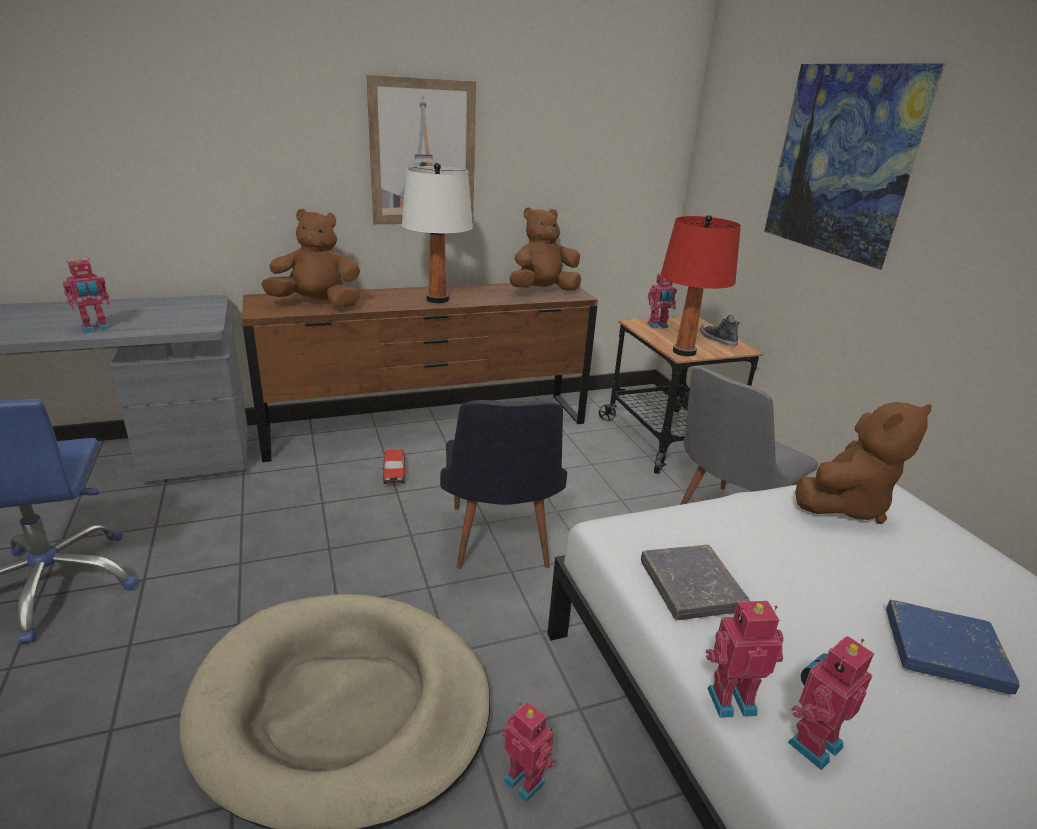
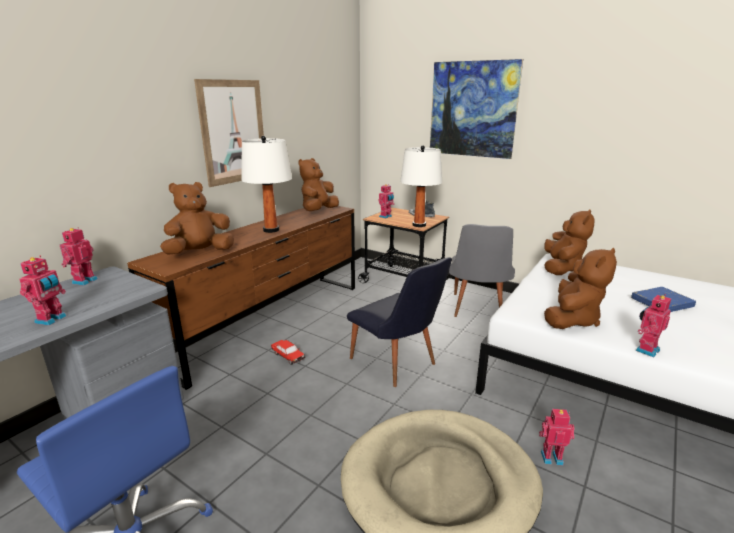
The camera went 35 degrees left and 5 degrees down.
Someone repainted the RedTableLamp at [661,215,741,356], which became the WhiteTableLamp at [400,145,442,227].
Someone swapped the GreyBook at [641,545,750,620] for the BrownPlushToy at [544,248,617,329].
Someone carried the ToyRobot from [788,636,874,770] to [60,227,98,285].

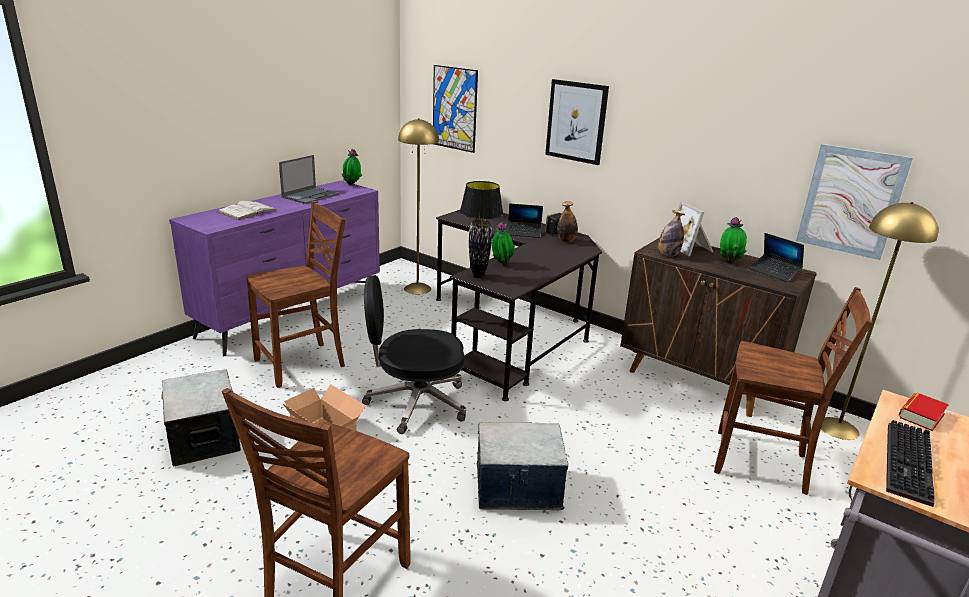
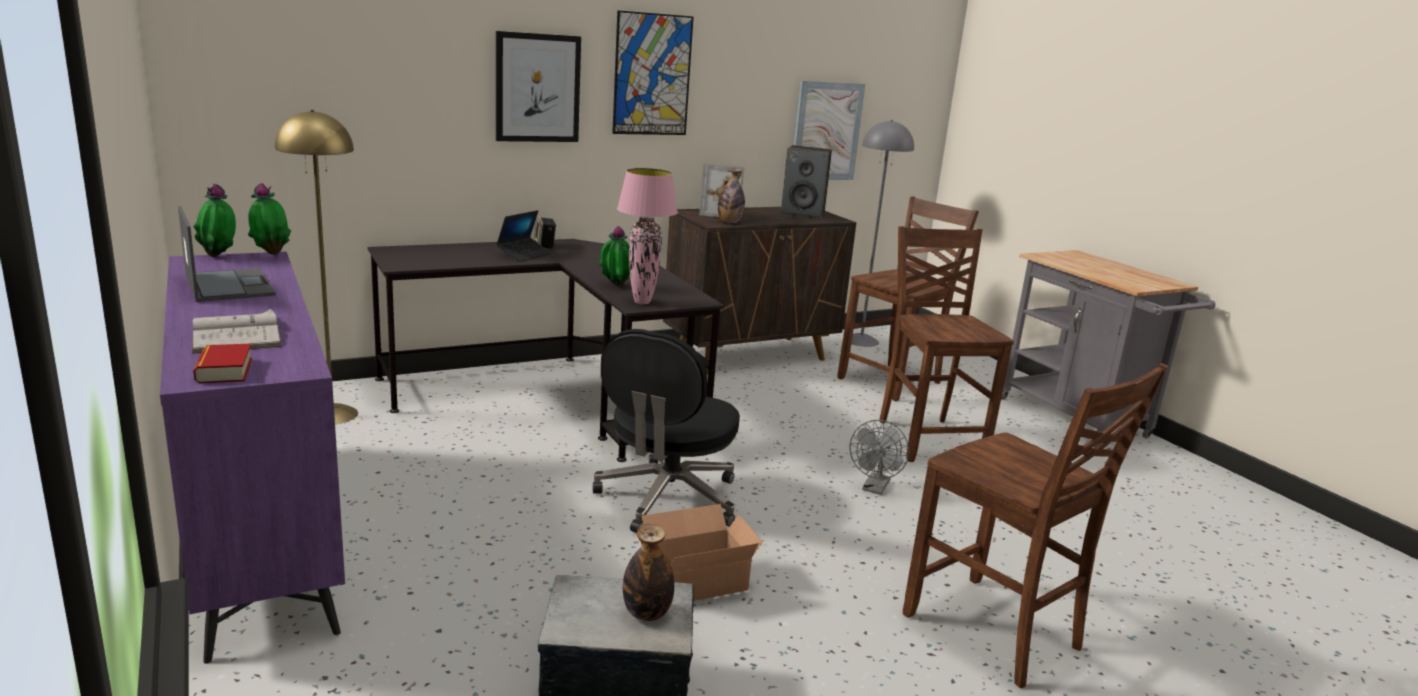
The camera went 65 degrees left and 5 degrees down.
Someone carried the Picture from [433,65,478,153] to [612,10,693,135].
Someone repainted the BlackTableLamp at [460,181,503,278], which became the PinkTableLamp at [617,168,678,304].
Someone carried the BrownChair from [246,201,345,388] to [879,226,1014,462].
Someone carried the Bottle from [557,201,578,242] to [623,523,674,621].
Someone repainted the YellowFloorLamp at [821,202,938,440], which became the GreyFloorLamp at [851,120,914,347].
Someone carried the PottedPlant from [720,217,747,263] to [248,183,291,255].
Someone swapped the Laptop at [749,233,804,282] for the Speaker at [781,145,832,218].
Someone carried the Book from [899,393,949,431] to [193,344,252,383].
Someone took away the Keyboard at [886,420,935,507].
Someone swapped the StorageBox at [477,422,568,510] for the GreyFan at [850,420,909,495].

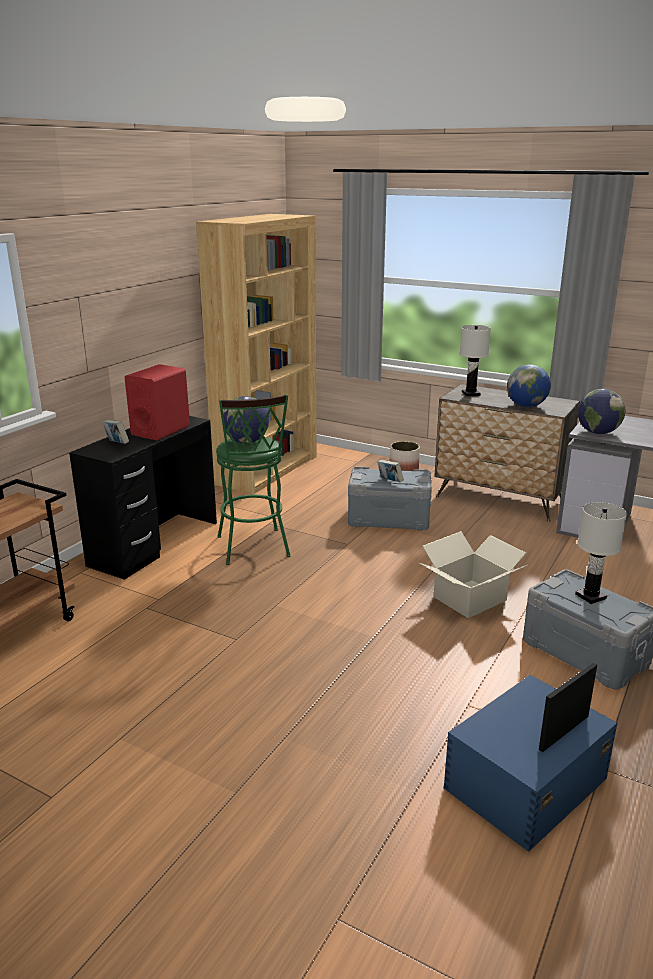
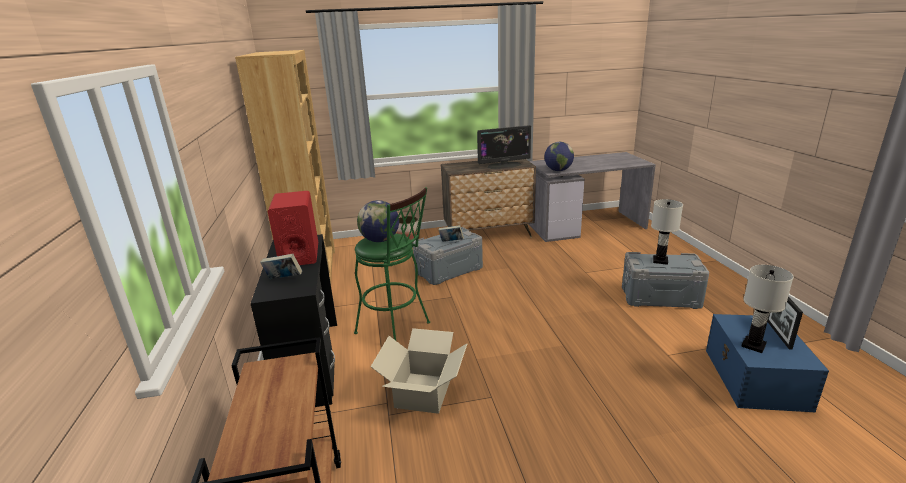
The camera went 40 degrees left and 0 degrees up.
Someone carried the WhiteTableLamp from [460,325,491,396] to [741,265,794,353].
Someone swapped the Globe at [507,364,551,407] for the Monitor at [477,125,531,169].
Someone carried the CardboardBox from [420,531,527,618] to [371,328,467,414].

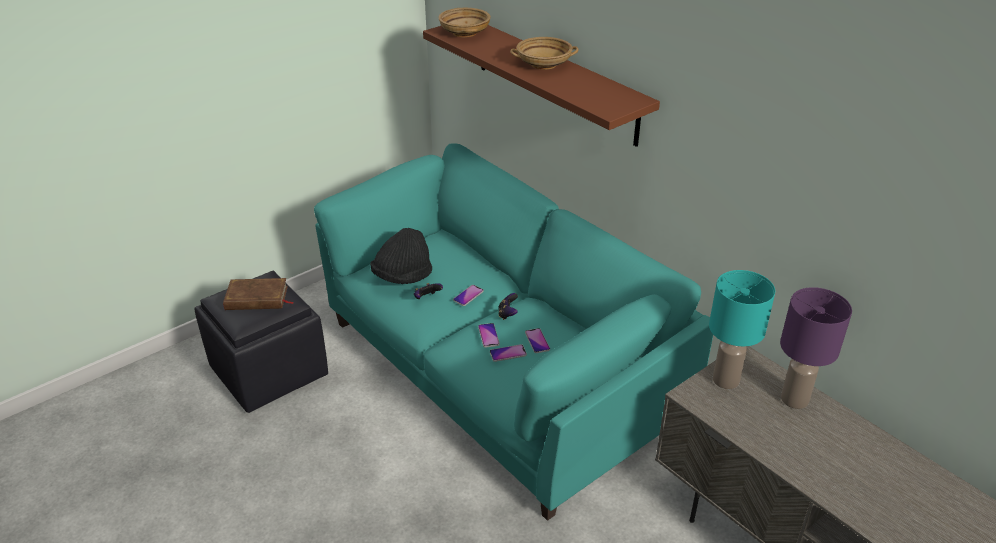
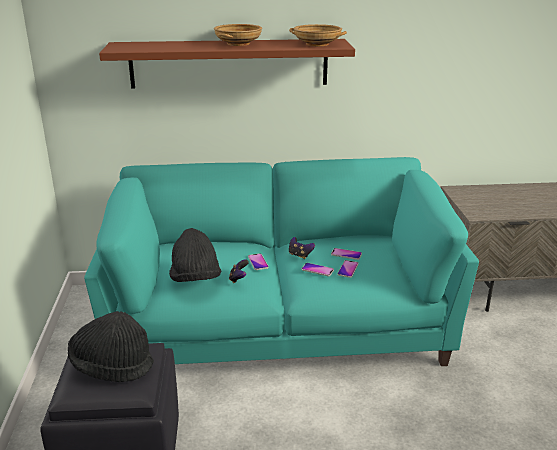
The camera went 55 degrees left and 10 degrees down.
Someone carried the BeigeBowl from [438,8,491,37] to [289,24,347,46].
Someone took away the TurquoiseTableLamp at [709,270,775,389].
Someone swapped the BrownBook at [223,278,294,310] for the BlackHat at [68,311,154,382].
Someone took away the PurpleTableLamp at [780,287,852,409].

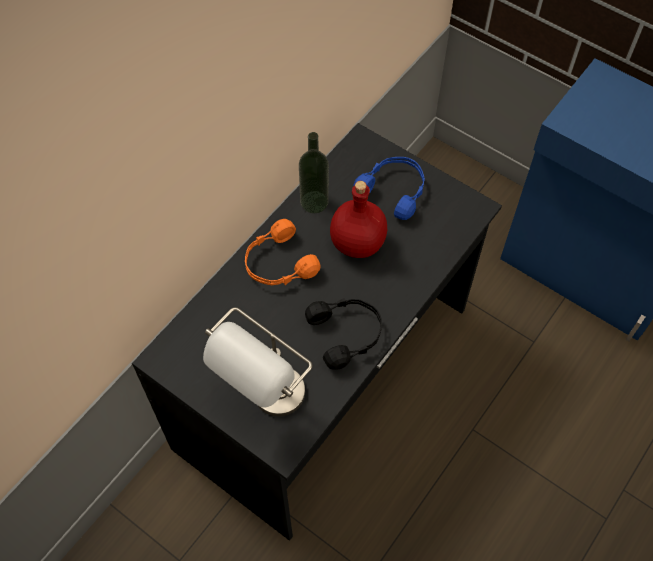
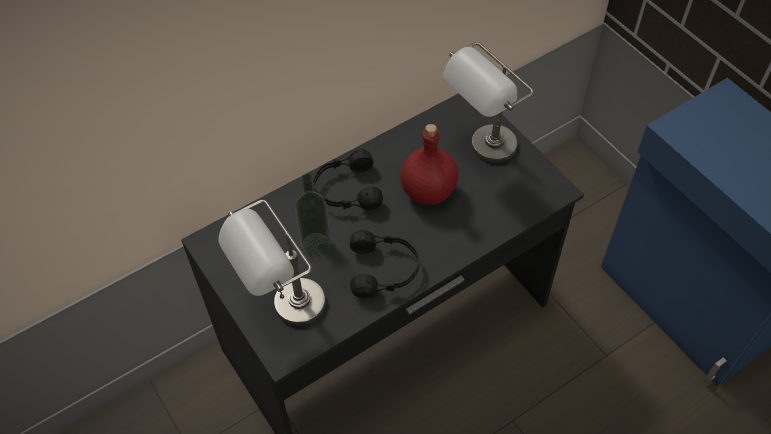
The camera went 20 degrees right and 5 degrees down.
Someone carried the Bottle from [299,132,329,213] to [295,174,331,257].
Someone swapped the BlueHeadphones at [354,157,425,220] for the GreyTableLamp at [443,42,534,163].
Someone repainted the OrangeHeadphones at [245,219,321,285], which became the BlackHeadphones at [313,149,383,210].

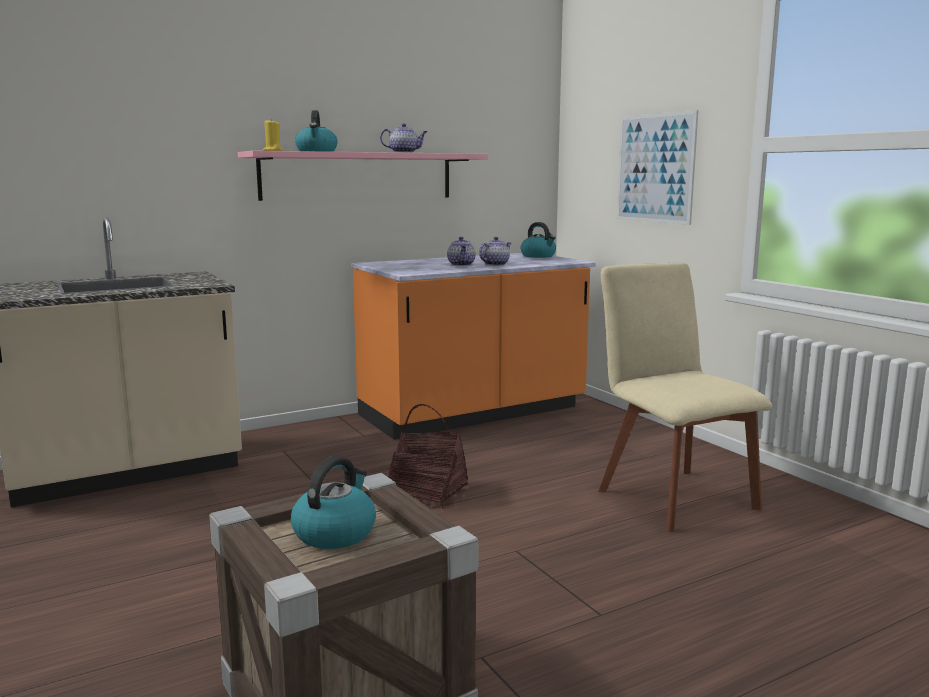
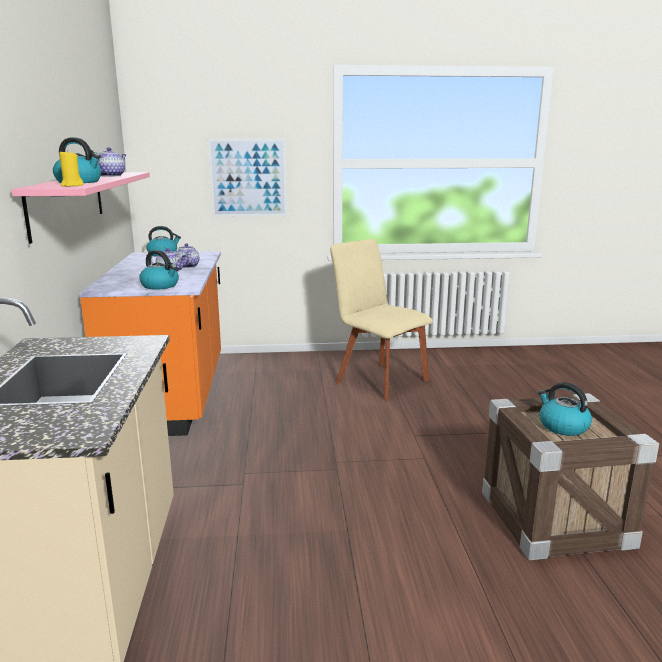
The camera went 65 degrees left and 5 degrees up.
Someone rotated the BeigeChair at [598,263,772,532] by 45 degrees clockwise.
Someone took away the Basket at [388,404,468,508].
Someone put down the Kettle at [139,250,179,290].

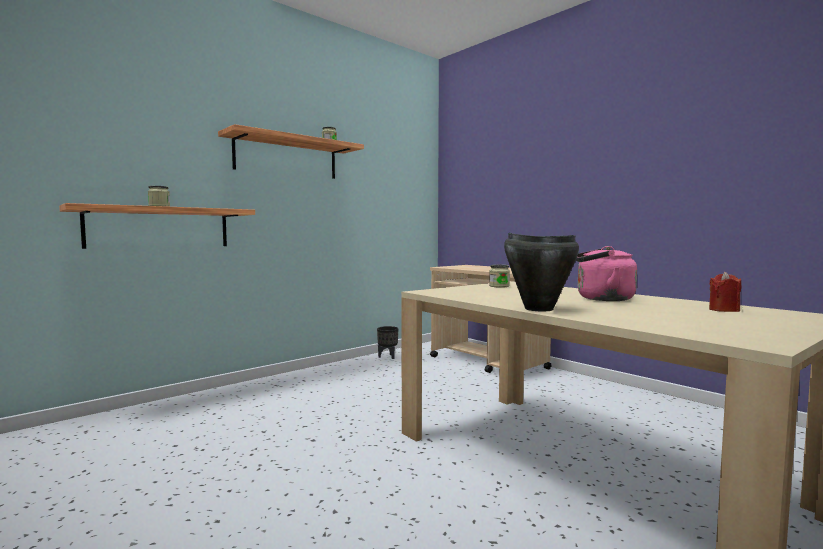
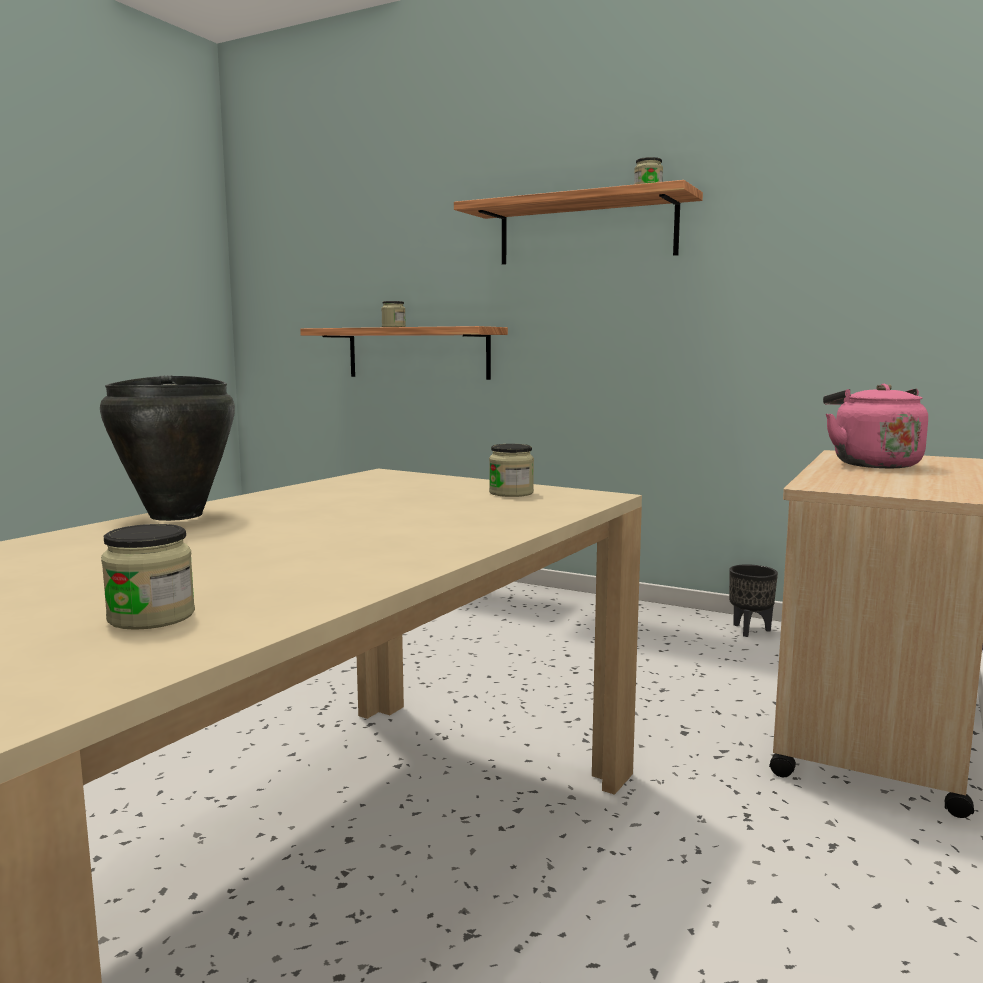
The camera went 70 degrees right and 5 degrees up.
Someone carried the PinkKettle from [576,246,637,301] to [823,384,928,468].
Someone swapped the RedCandle at [709,272,742,312] for the Jar at [101,524,195,630].

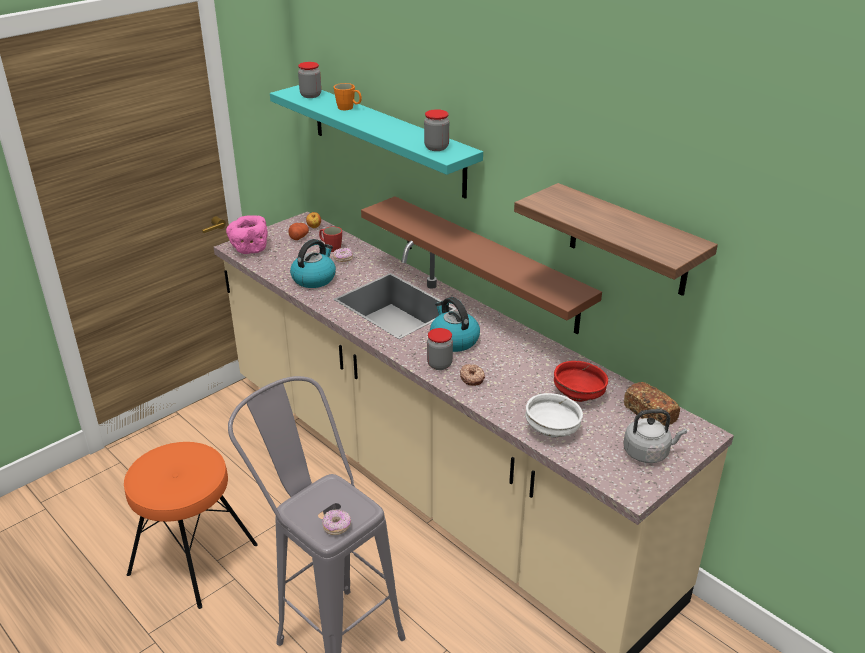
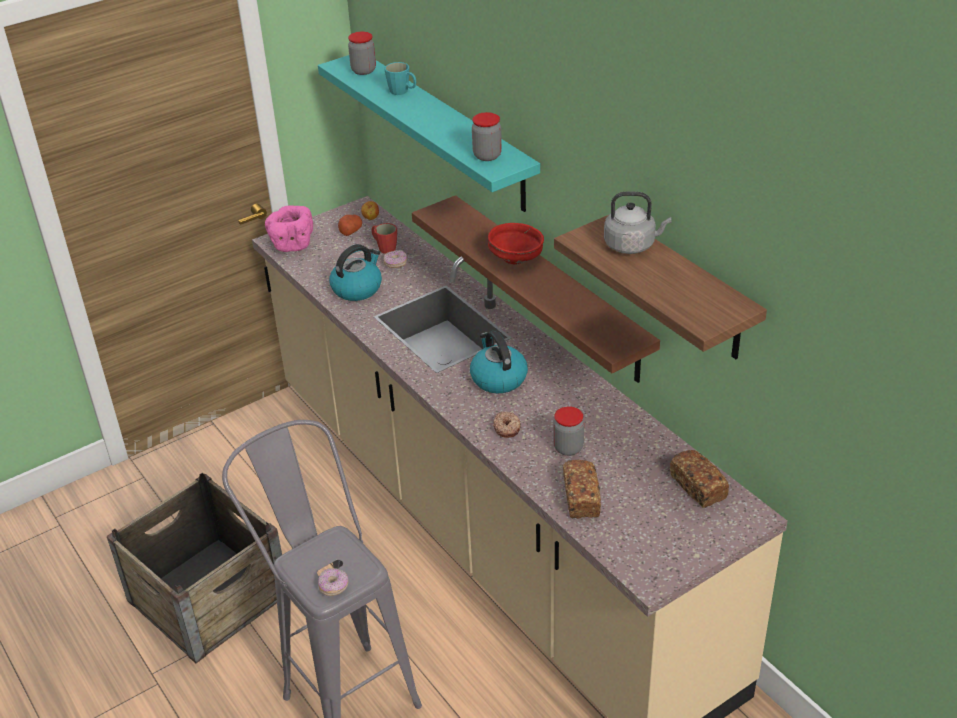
The camera went 10 degrees right and 5 degrees up.
Someone repainted the OrangeMug at [334,83,362,110], which became the TurquoiseMug at [385,62,416,95].
Someone carried the Jar from [427,328,453,370] to [553,406,584,456].
Someone carried the RedBowl from [554,361,608,402] to [488,223,544,265].
Someone swapped the WhiteBowl at [526,393,583,438] for the Bread at [563,460,601,519].
Someone carried the GreyKettle from [623,409,687,463] to [604,191,672,254].
Someone swapped the OrangeStool at [124,442,258,609] for the Crate at [107,473,282,663].

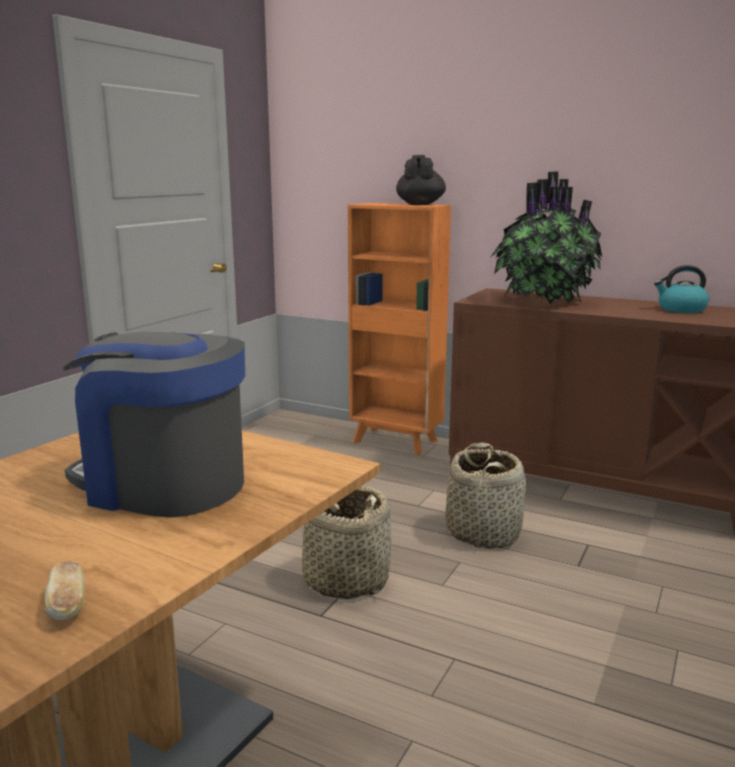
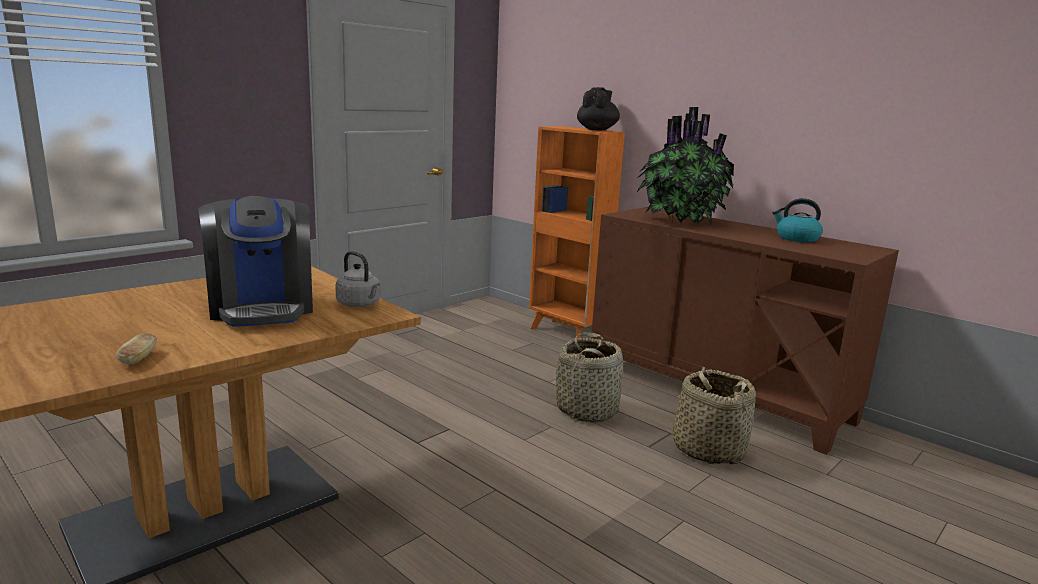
The camera went 15 degrees right and 0 degrees up.
Someone rotated the CoffeeMachine at [62,332,245,518] by 150 degrees counterclockwise.
Someone carried the Basket from [302,486,391,599] to [673,367,756,464].
Someone put down the GreyKettle at [335,251,380,307].

